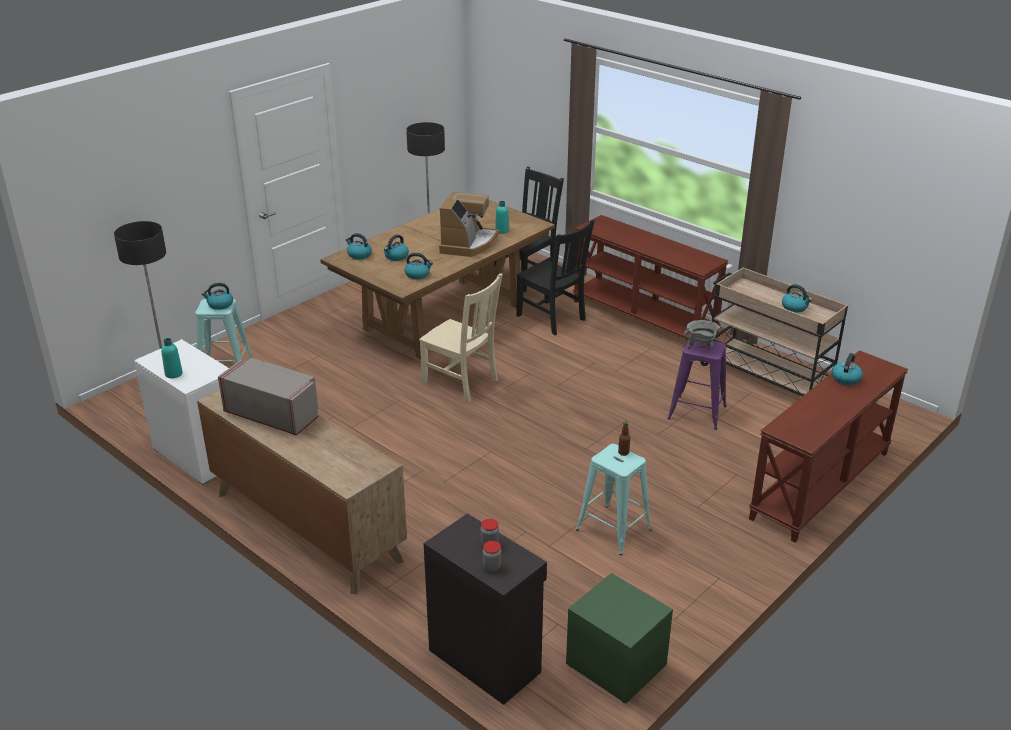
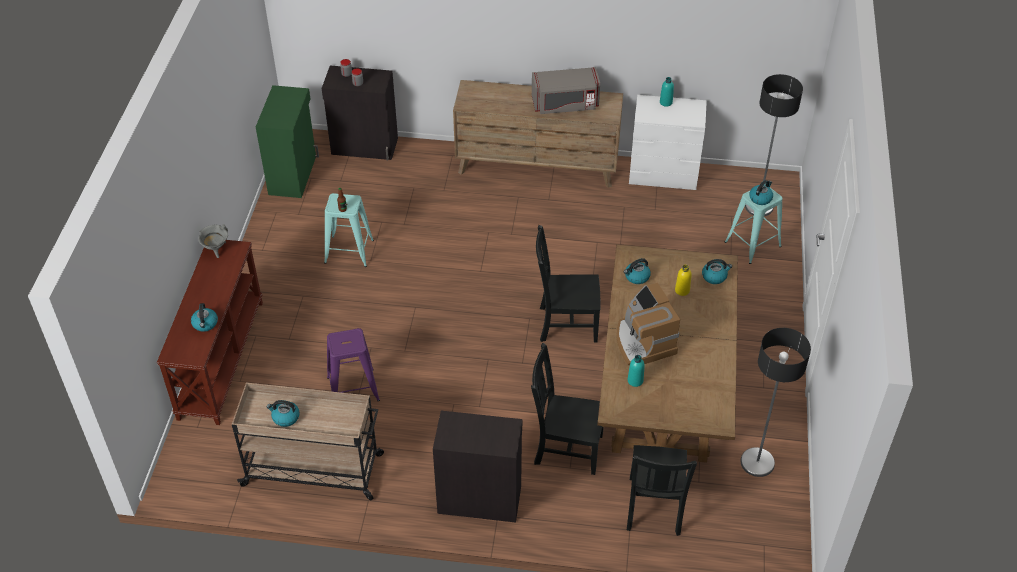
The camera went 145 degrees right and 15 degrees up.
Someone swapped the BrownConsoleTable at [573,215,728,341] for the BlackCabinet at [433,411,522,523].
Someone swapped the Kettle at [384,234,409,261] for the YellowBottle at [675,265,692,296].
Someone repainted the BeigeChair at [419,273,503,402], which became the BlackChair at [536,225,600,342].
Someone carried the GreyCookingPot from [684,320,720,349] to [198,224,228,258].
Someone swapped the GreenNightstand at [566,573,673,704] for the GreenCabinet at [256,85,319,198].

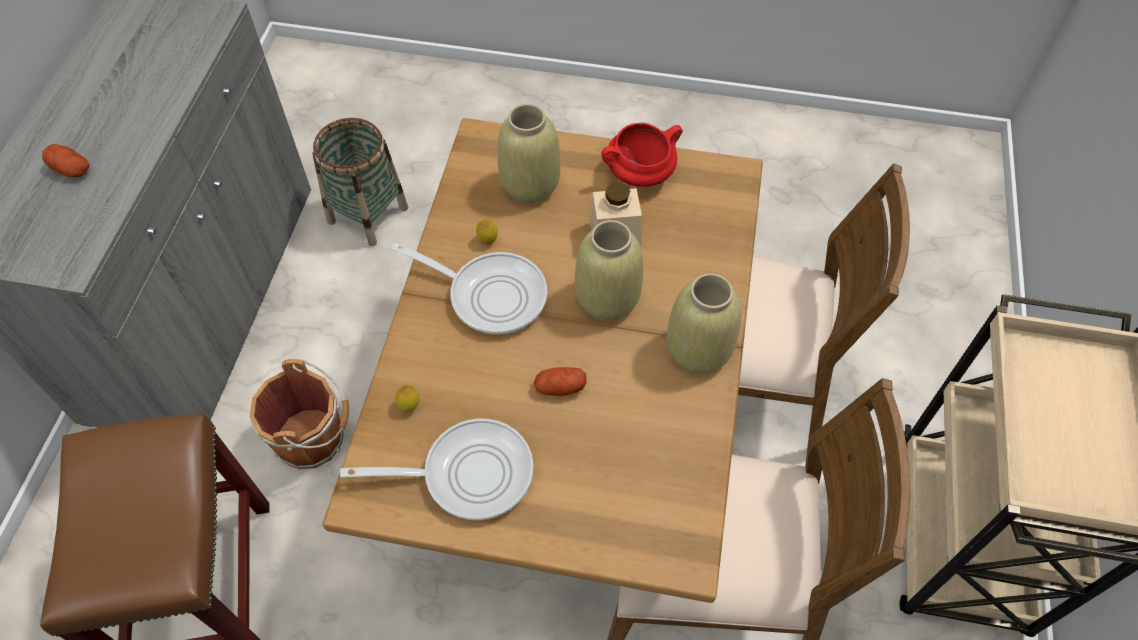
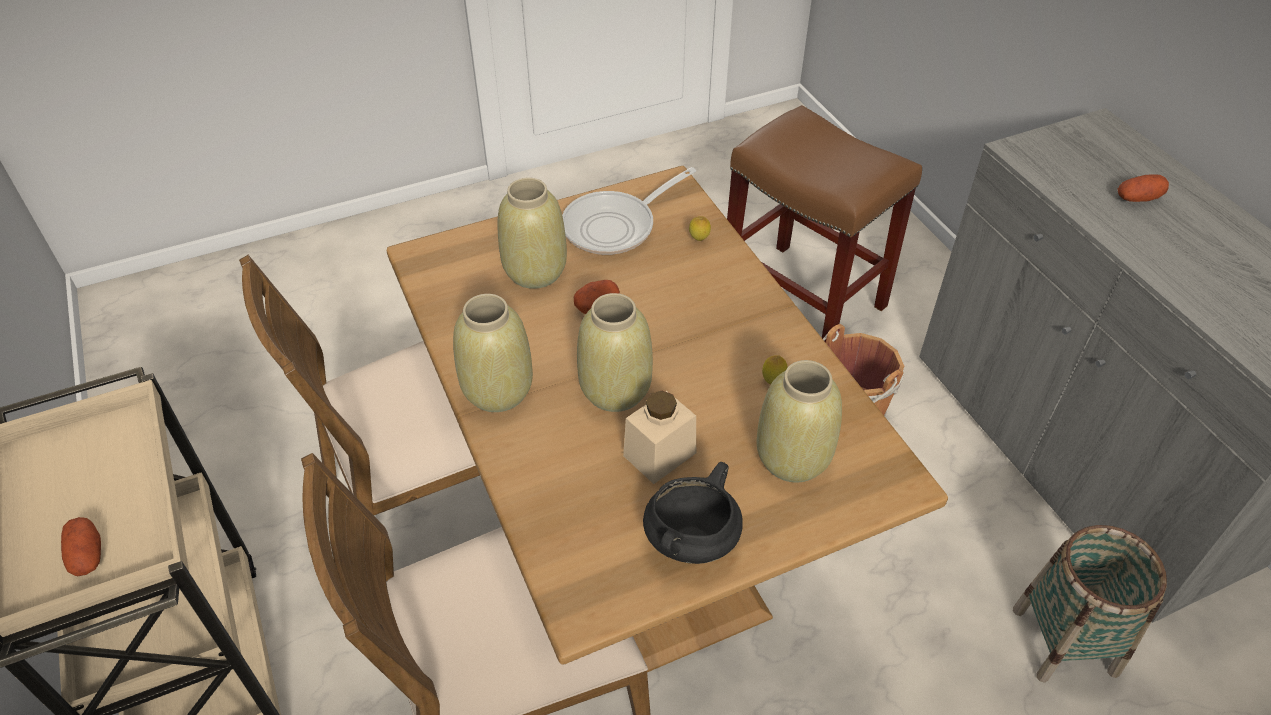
The camera went 145 degrees right and 10 degrees down.
Someone repainted the RedCookingPot at [602,123,683,187], which became the BlackCookingPot at [643,462,743,564].
Someone took away the FryingPan at [391,243,547,335].
Someone put down the BeigeVase at [497,177,567,289].
Someone put down the Potato at [61,517,101,576].

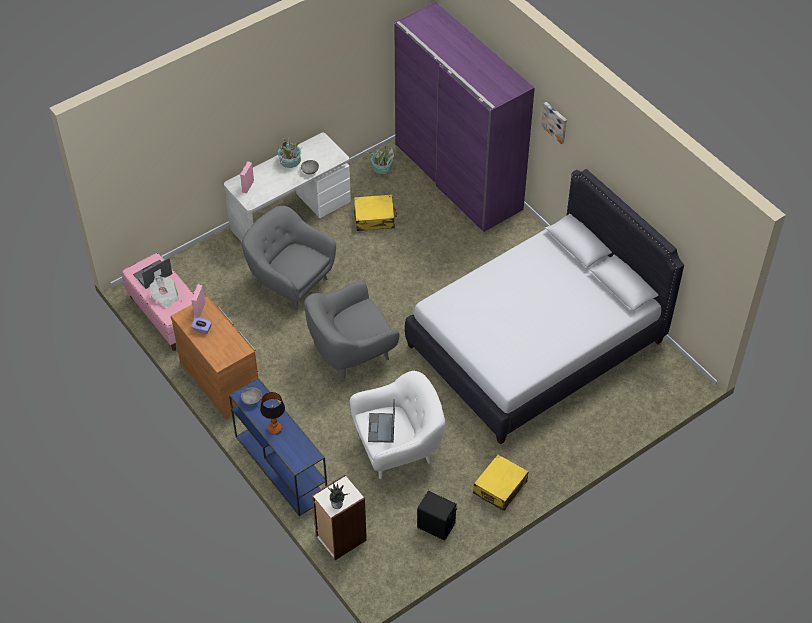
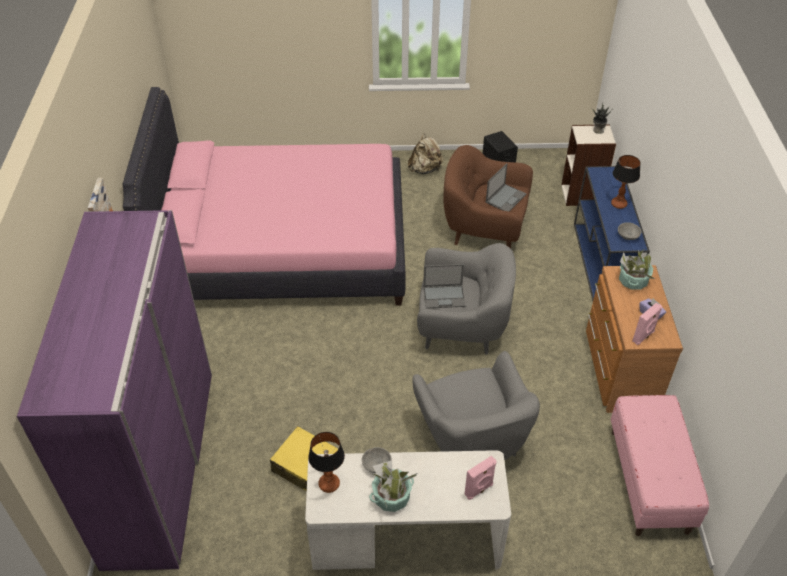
The camera went 145 degrees left and 5 degrees down.
Someone carried the PottedPlant from [366,144,394,174] to [619,250,656,290].
Someone repainted the WhiteBed at [405,169,684,445], which became the PinkBed at [123,87,406,306].
Someone carried the Laptop from [133,258,173,289] to [423,264,466,309].
Someone took away the Newspaper at [150,276,179,309].
Someone repainted the WhiteArmchair at [350,371,445,479], which became the BrownArmchair at [444,145,533,248].
Someone swapped the YellowSuitcase at [473,454,528,511] for the BeigeBackpack at [408,134,444,174].
Someone put down the TableLamp at [308,432,345,493].

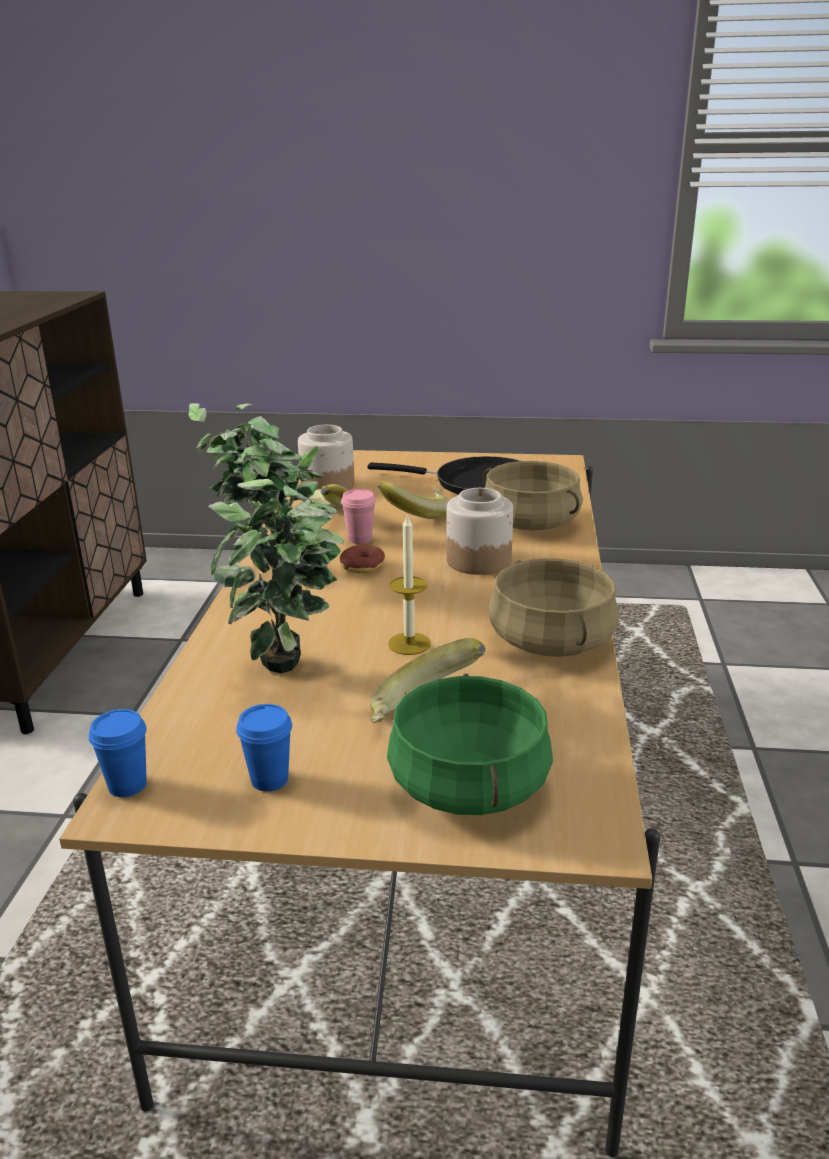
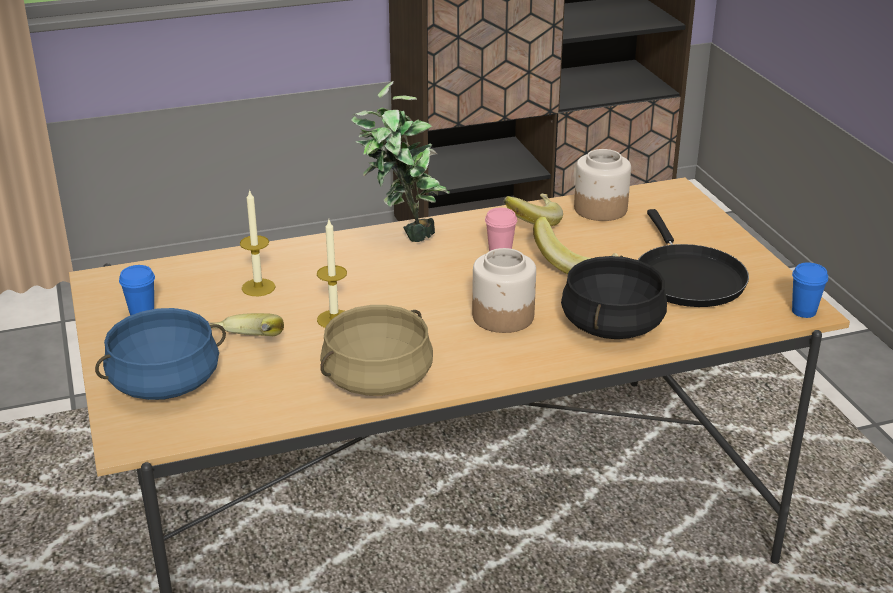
The camera went 65 degrees right and 5 degrees up.
Someone repainted the BeigeCookingPot at [483,461,583,530], which became the BlackCookingPot at [561,255,667,339].
Someone swapped the PottedPlant at [208,478,344,673] for the Candle at [240,189,276,296].
Someone took away the Donut at [340,545,385,573].
Someone repainted the GreenCookingPot at [387,673,553,815], which became the BlueCookingPot at [95,308,226,400].
Someone carried the BlueCup from [89,709,147,797] to [792,263,828,318].

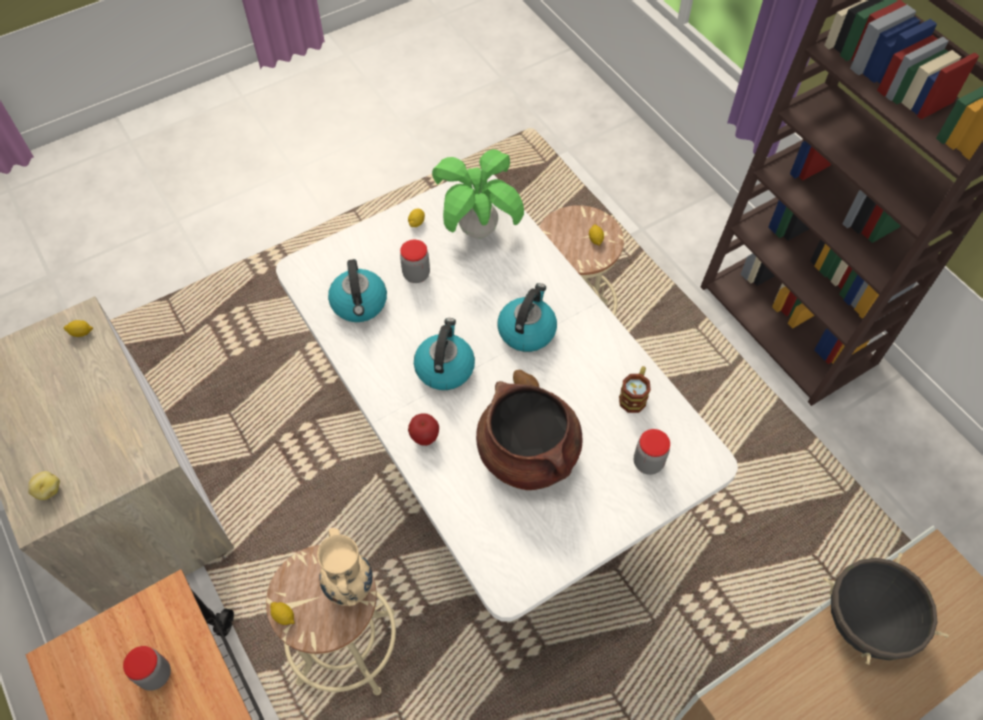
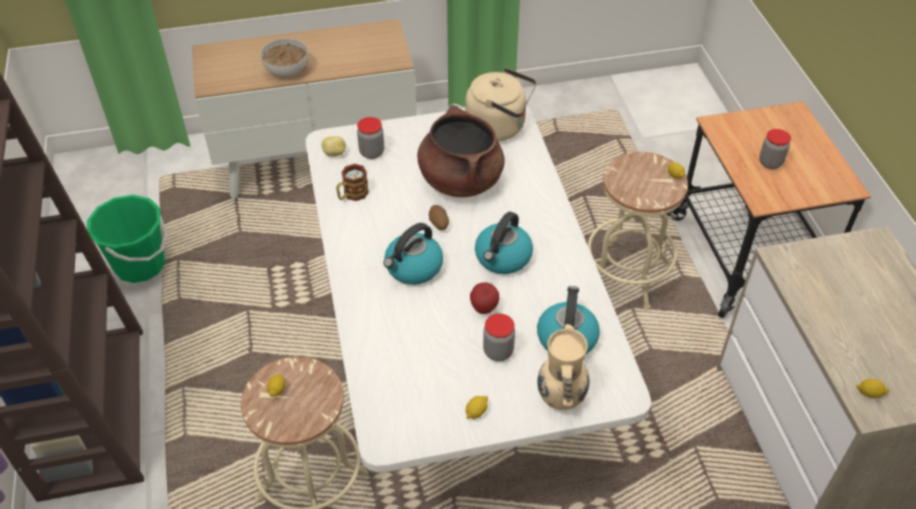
The camera went 160 degrees left and 10 degrees down.
Someone took away the PottedPlant at [432,149,524,238].
Someone carried the Apple from [408,413,439,446] to [470,282,499,314].
Someone carried the Potato from [28,471,60,500] to [322,136,346,156].
Someone carried the BeigeVase from [317,528,373,606] to [537,324,590,410].
Someone swapped the BlackCookingPot at [823,553,949,665] for the Bowl at [260,39,308,76].
Someone put down the BeigeKettle at [465,68,536,141].
Someone put down the GreenBucket at [87,195,167,283].

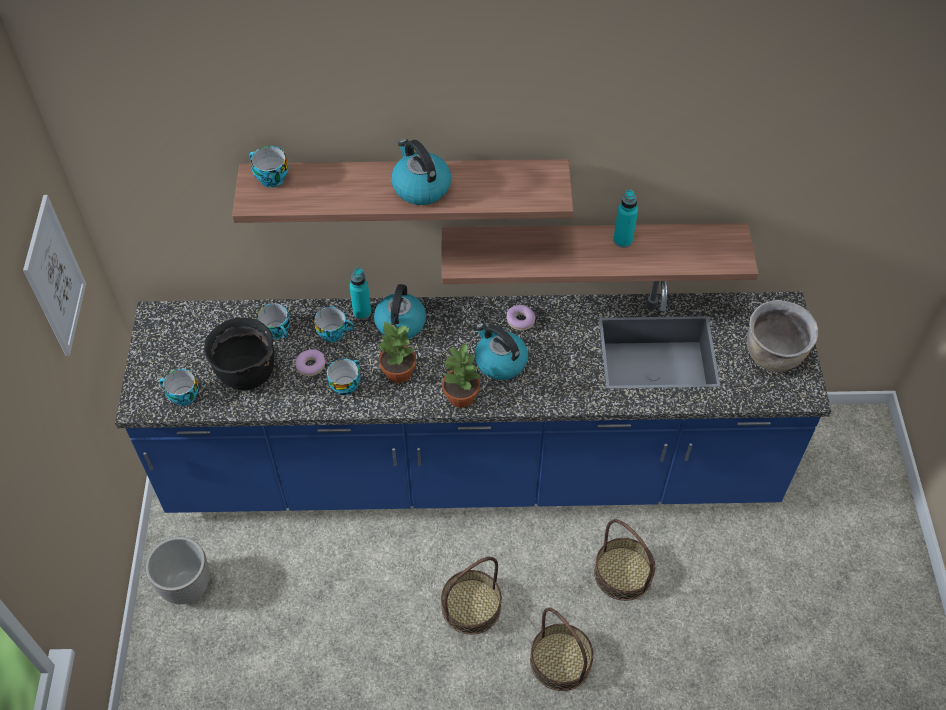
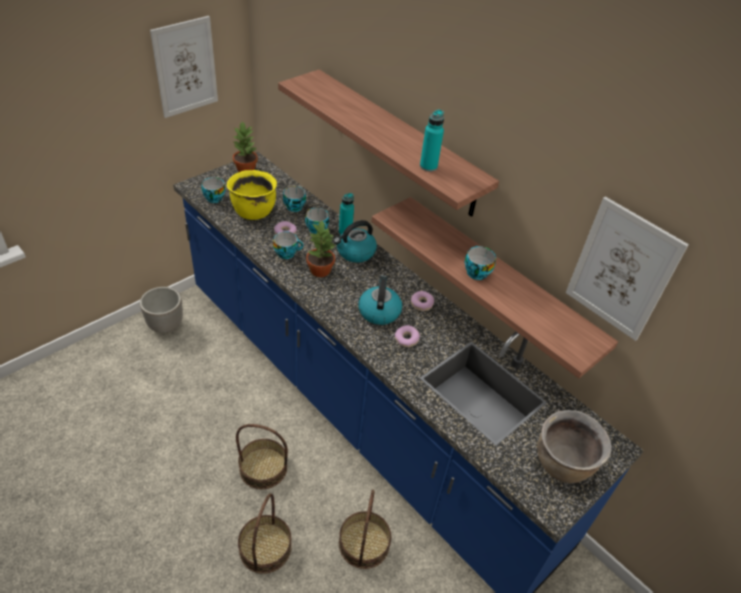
The camera went 45 degrees right and 10 degrees down.
Someone took away the Kettle at [391,139,451,205].
Someone carried the Cup from [249,146,289,188] to [465,246,496,280].
Someone carried the TurquoiseBottle from [613,189,638,248] to [420,110,444,172].
Someone repainted the BlackCookingPot at [204,318,274,390], which became the YellowCookingPot at [227,170,277,220].
Someone carried the PottedPlant from [442,343,481,408] to [233,122,258,172].
Someone put up the Picture at [566,196,689,341].
Someone put down the Donut at [395,325,420,347].

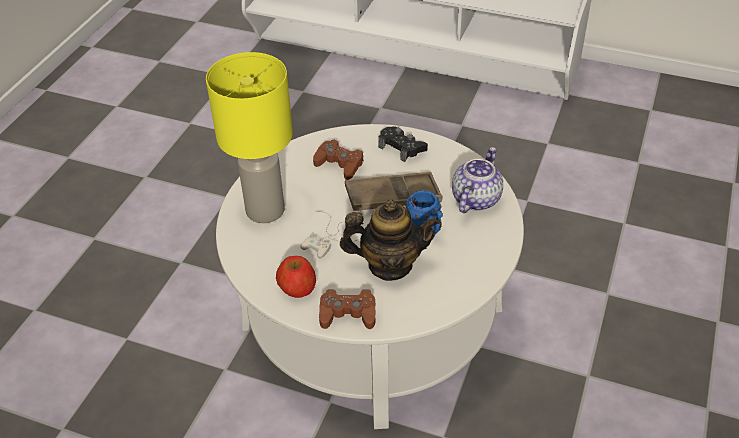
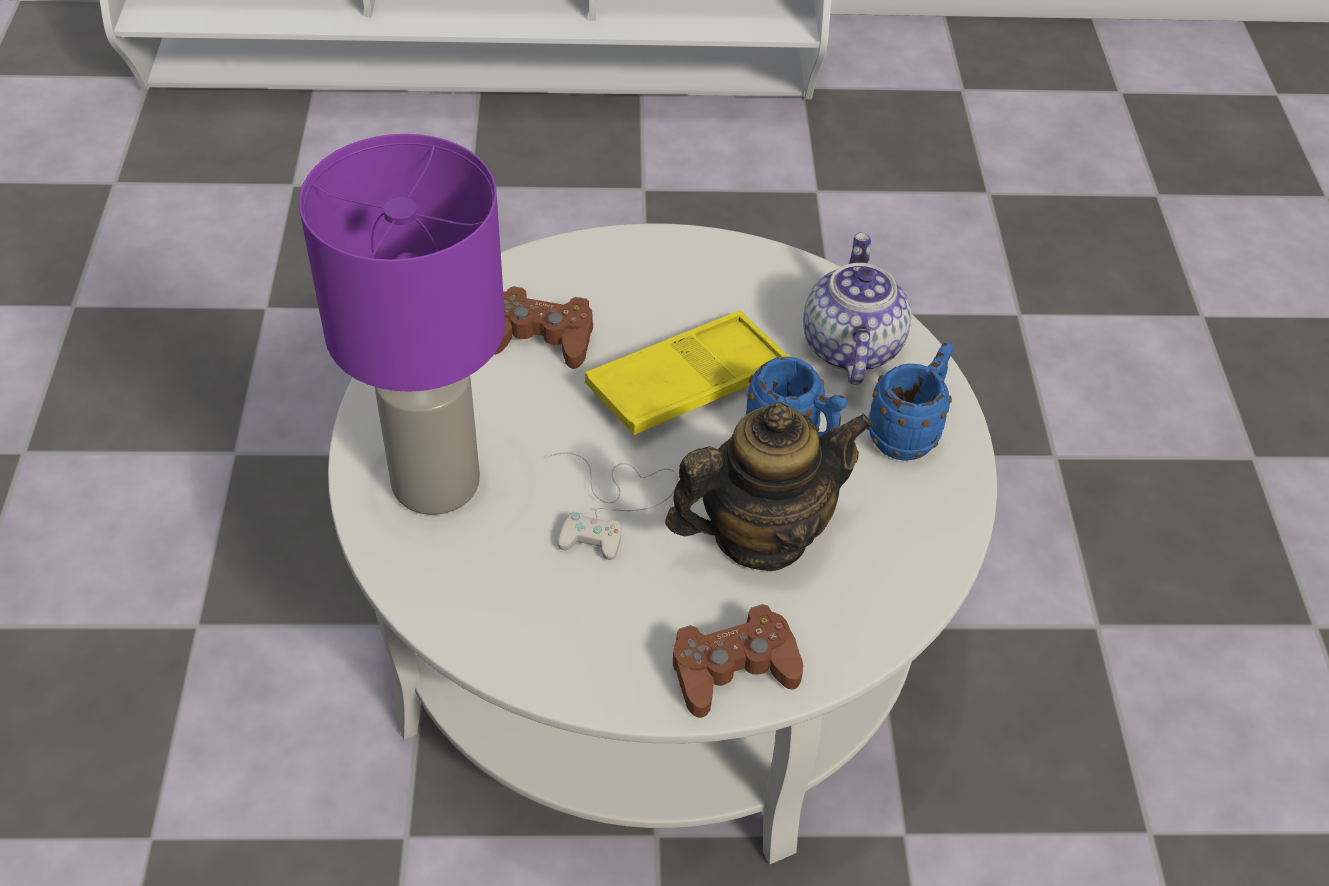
The camera went 25 degrees left and 5 degrees up.
Someone repainted the YellowTableLamp at [206,52,293,223], which became the PurpleTableLamp at [299,134,505,515].
Someone took away the BlackGameController at [378,126,428,162].
Someone repainted the BrownTray at [345,172,443,211], which became the YellowTray at [585,311,791,435].
Someone took away the Apple at [276,256,316,298].
Someone put down the BlueMug at [867,342,954,460].

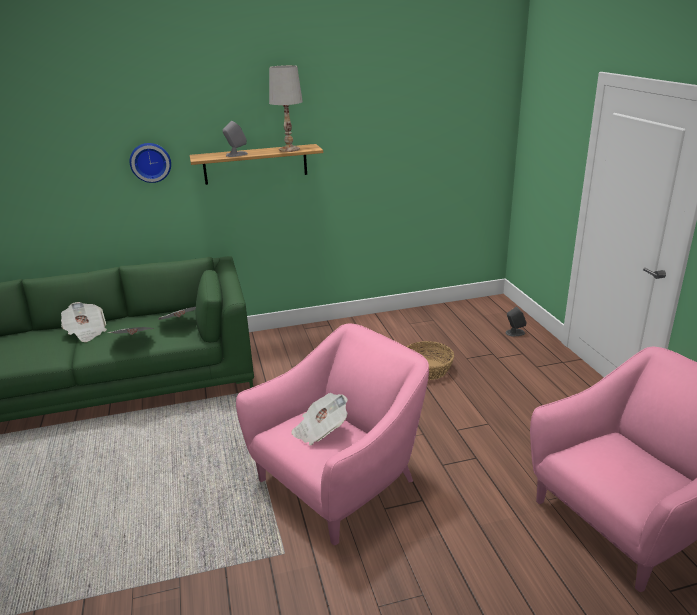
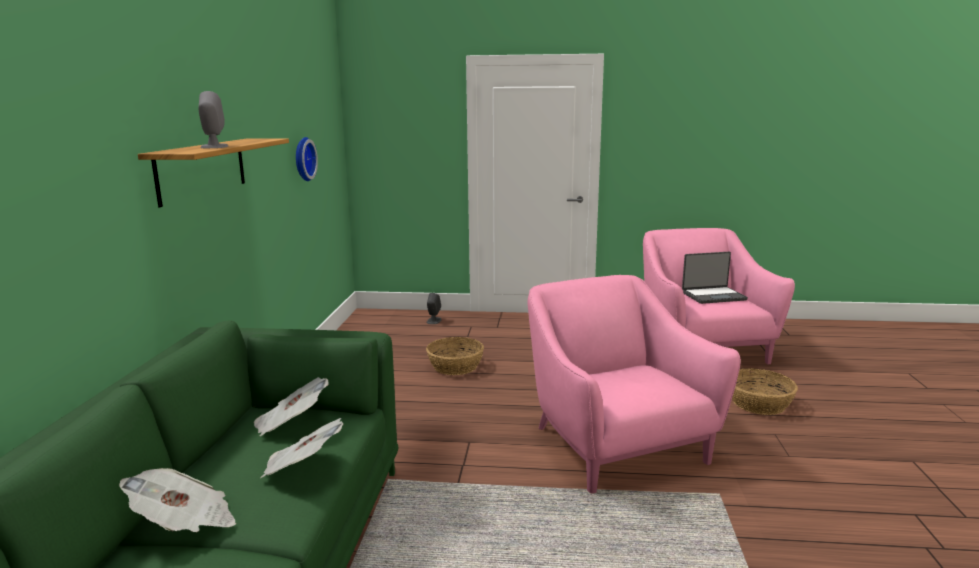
The camera went 70 degrees left and 10 degrees down.
Someone took away the WhiteTableLamp at [269,65,303,152].
Someone carried the WallClock from [130,143,171,183] to [296,137,318,181].
Someone took away the Newspaper at [291,393,348,445].
Someone put down the Laptop at [682,252,748,304].
Someone put down the Basket at [732,369,798,415].

